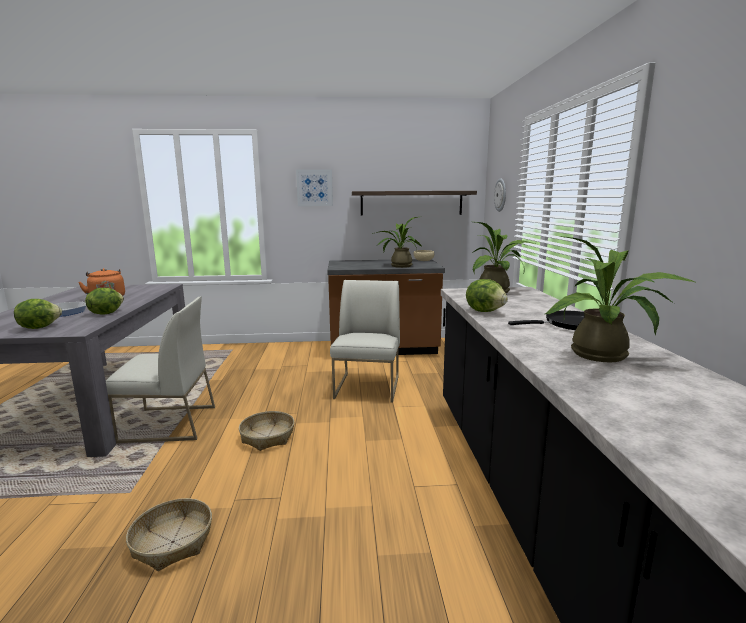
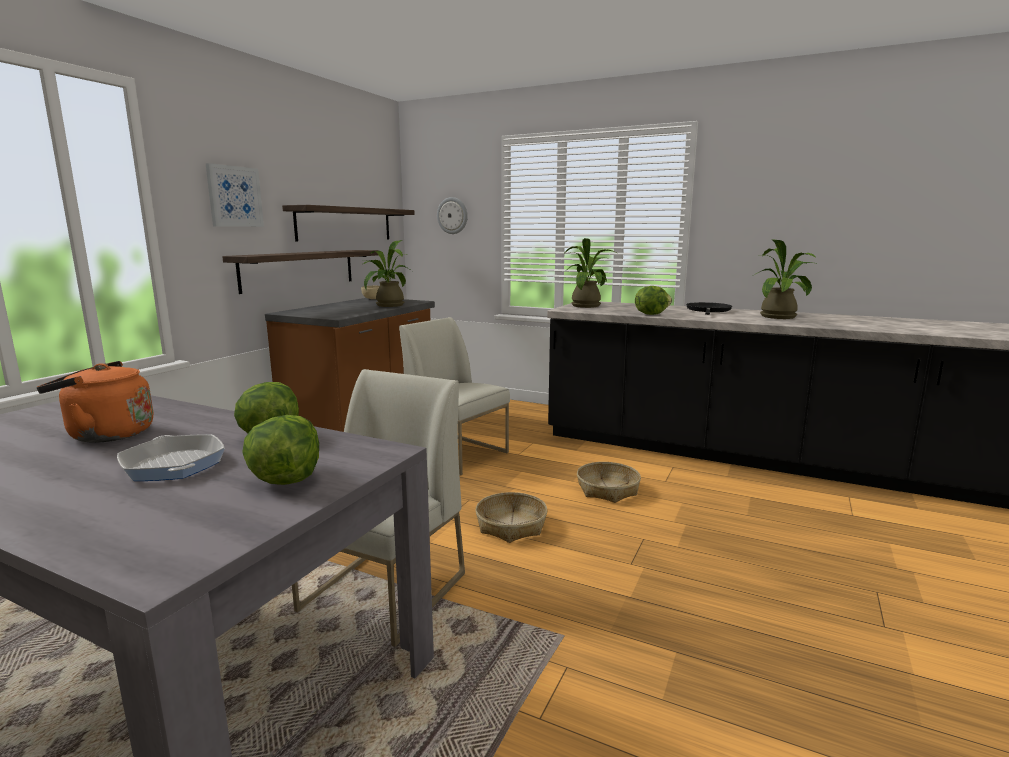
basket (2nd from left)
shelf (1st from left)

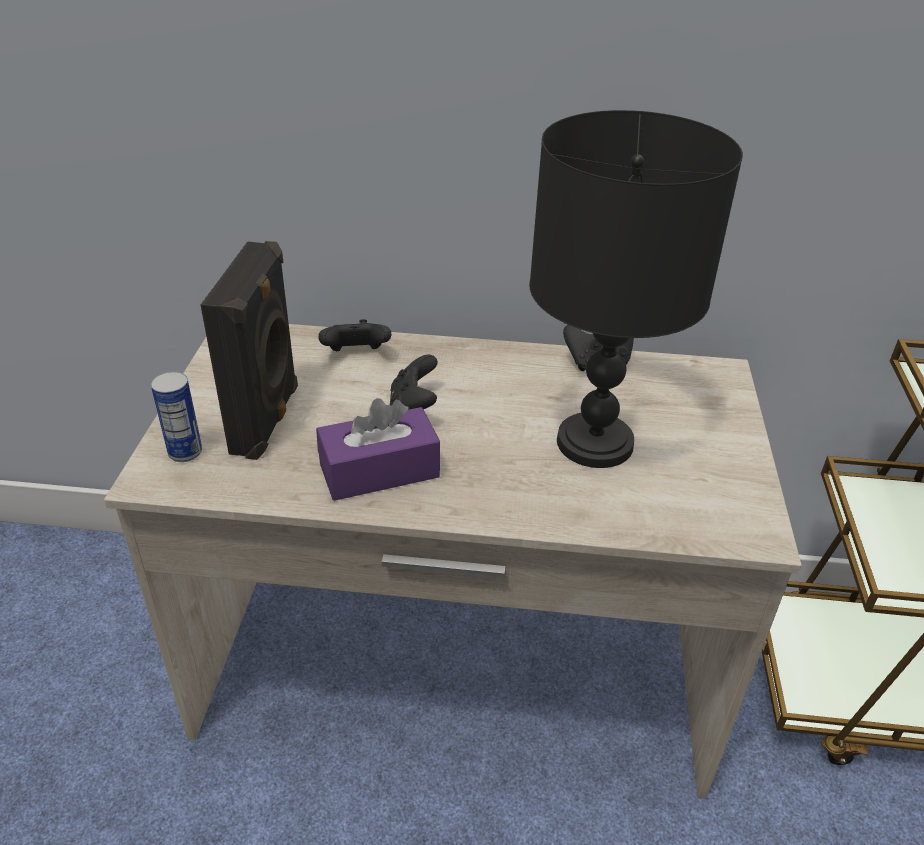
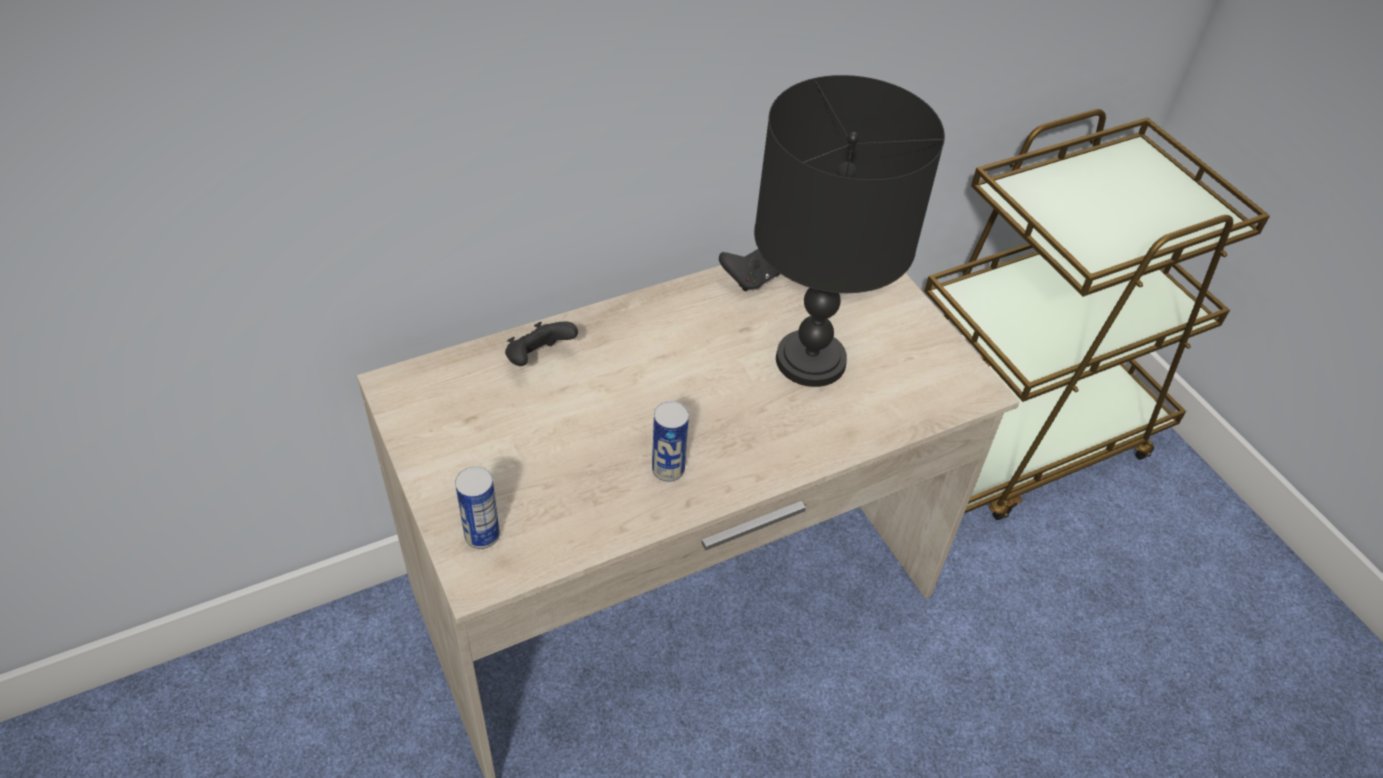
black speaker
can (2nd from left)
black game controller (2nd from left in the first image)

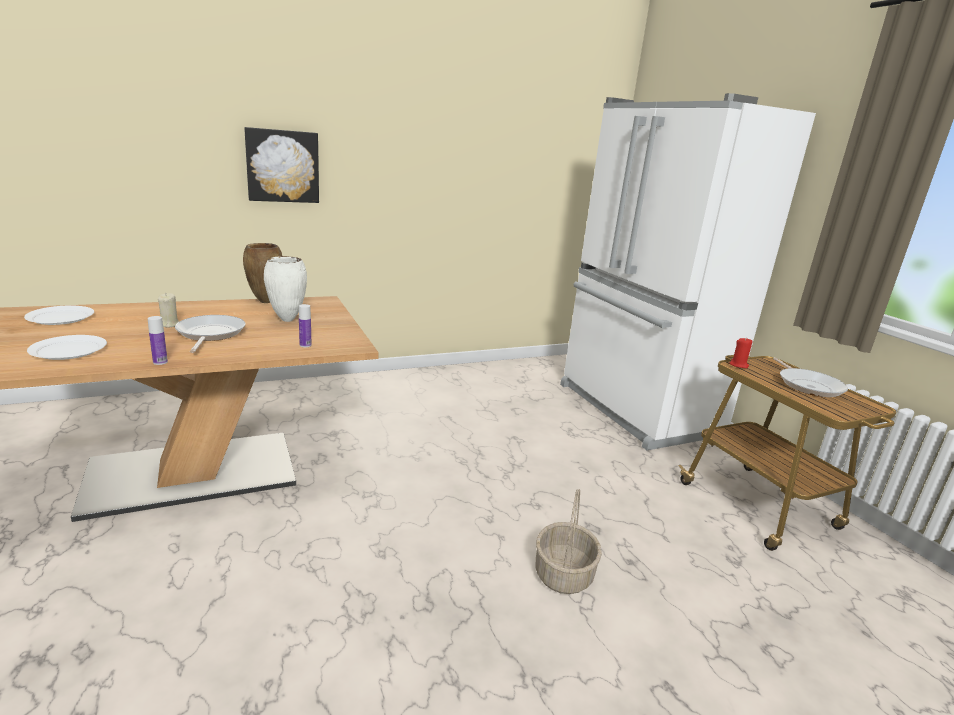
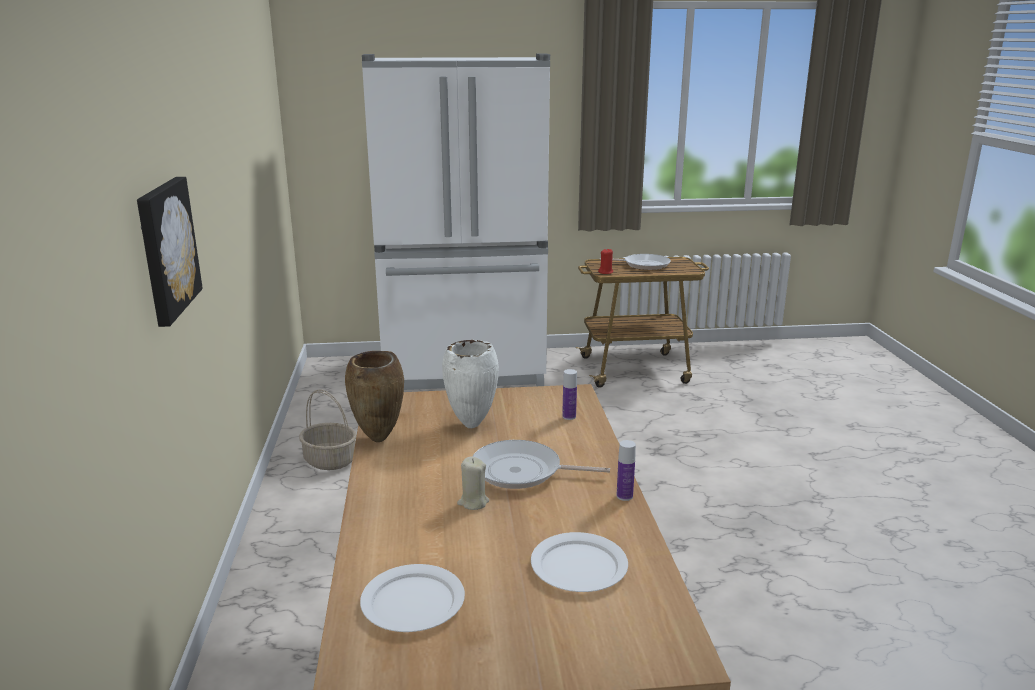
basket

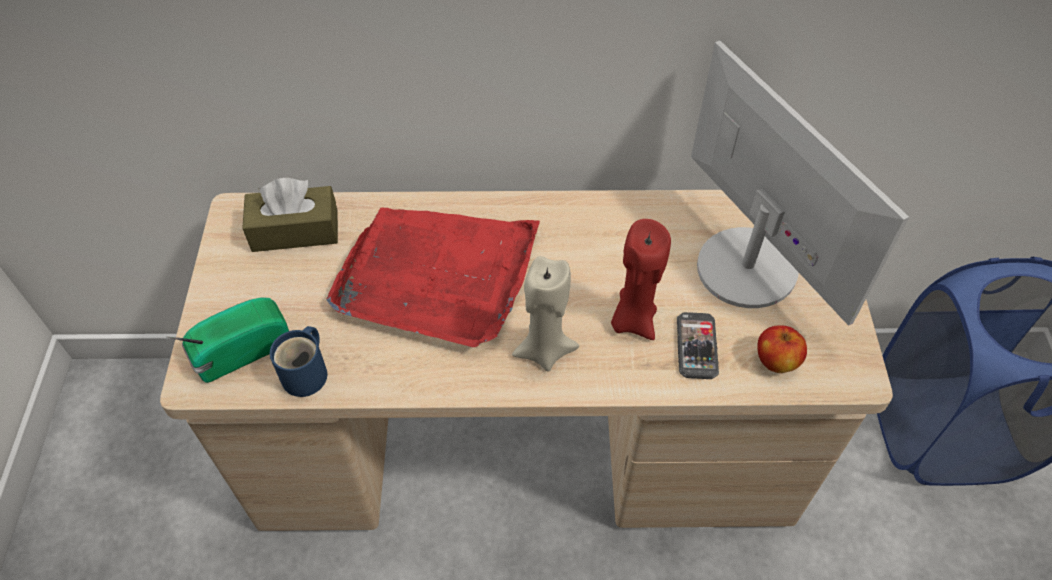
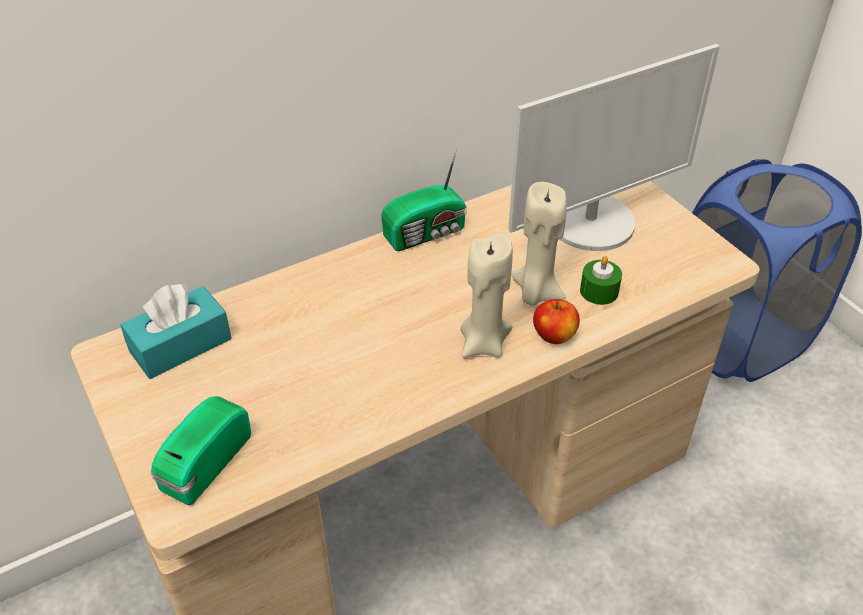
turquoise tissue box
blue mug
red tray
beige candle (2nd from left)
green candle
monitor
apple
radio (2nd from left)

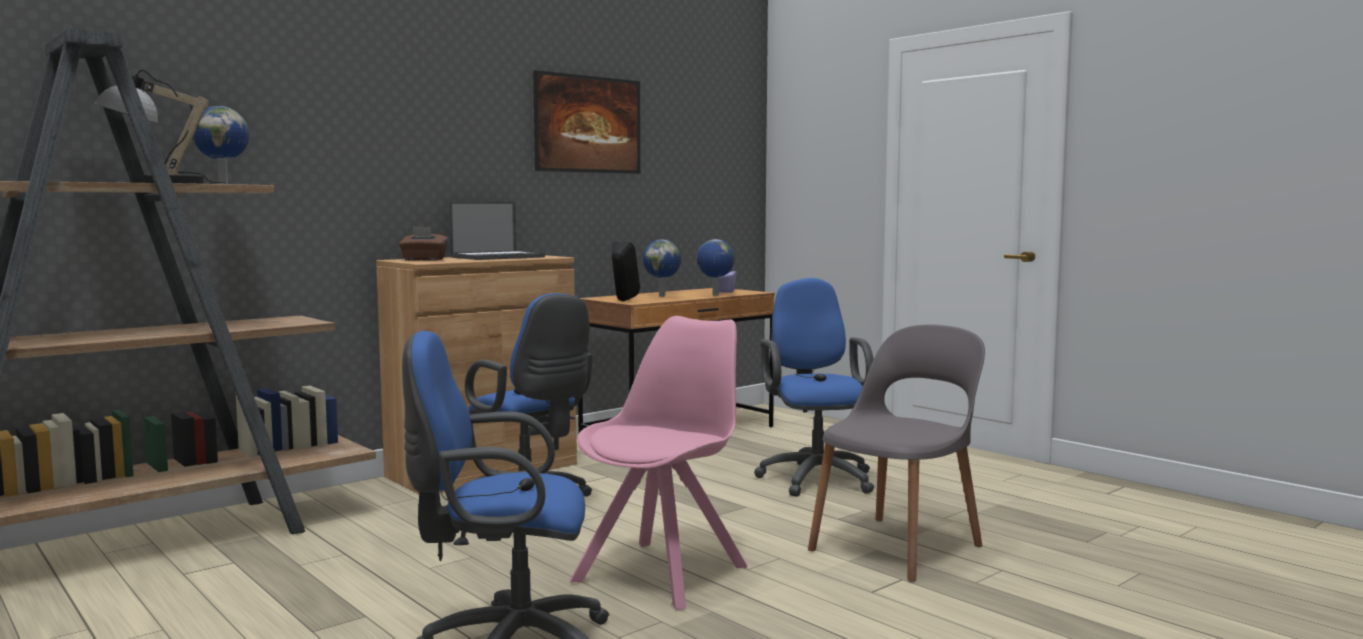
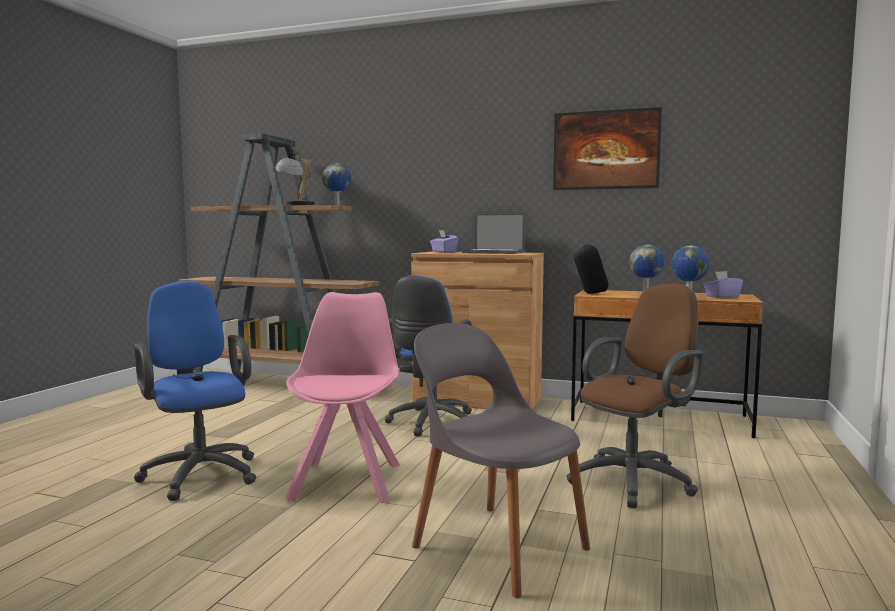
purple tissue box (1st from left)
pink chair
brown office chair
grey chair

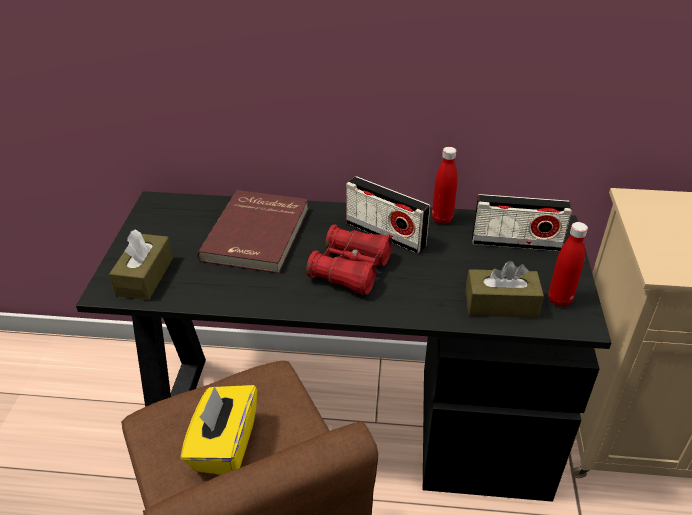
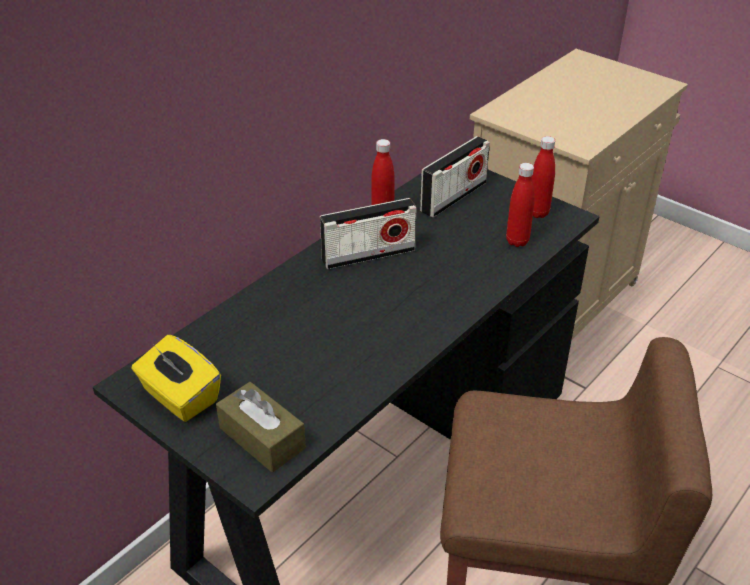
yellow tissue box
red book
red binoculars
red bottle (2nd from left)

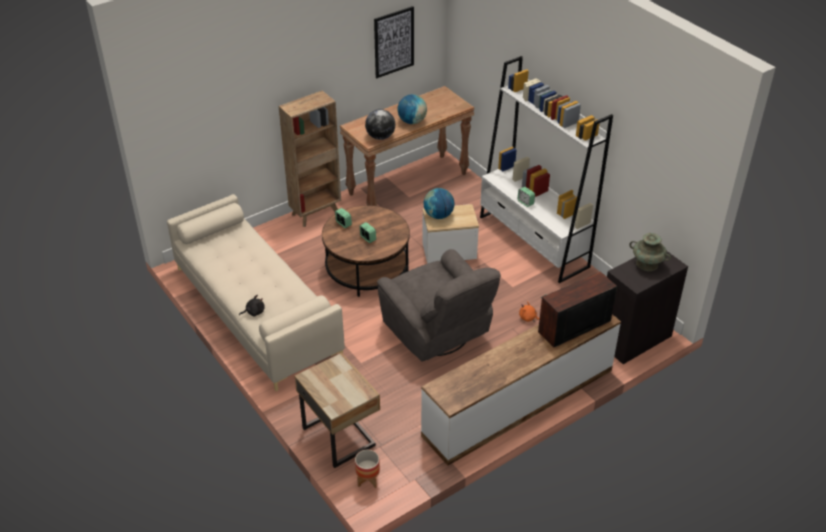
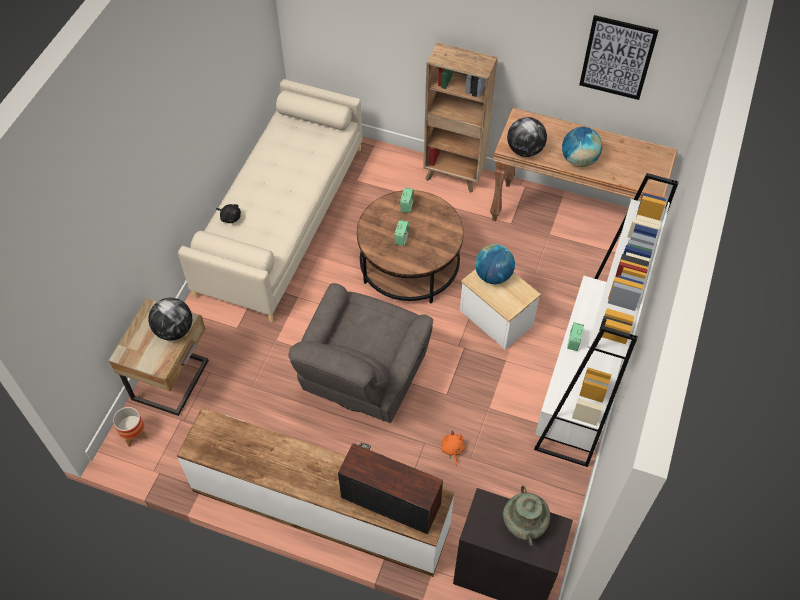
globe (1st from left)

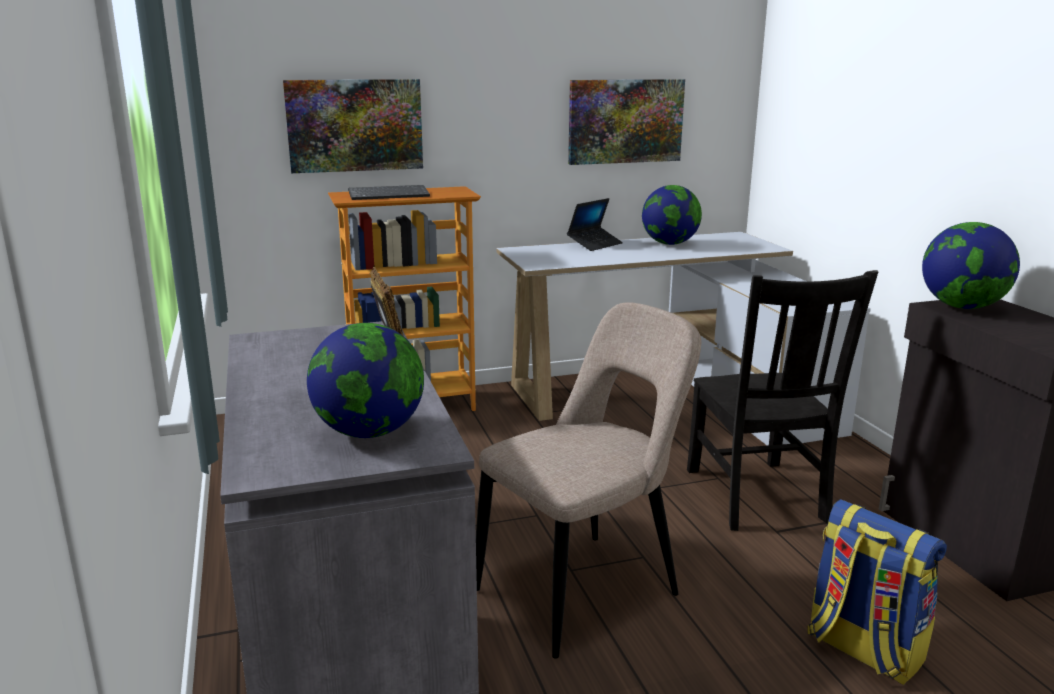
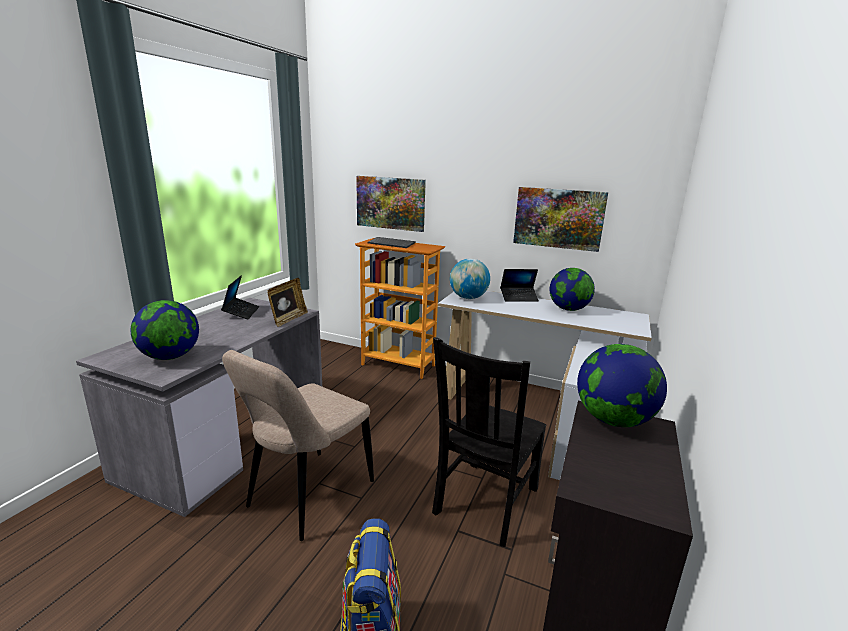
beige chair
laptop (1st from left)
globe (2nd from left)

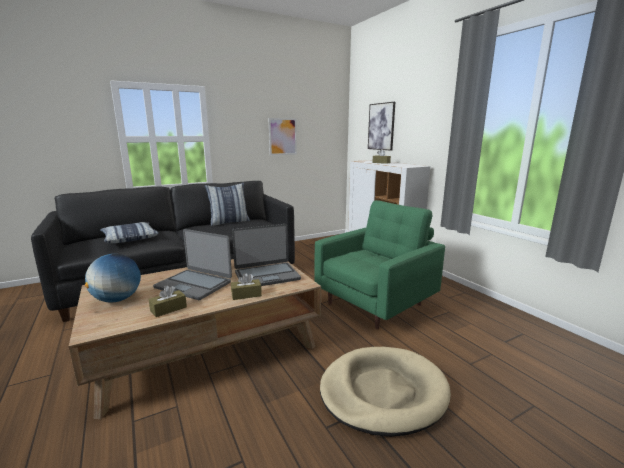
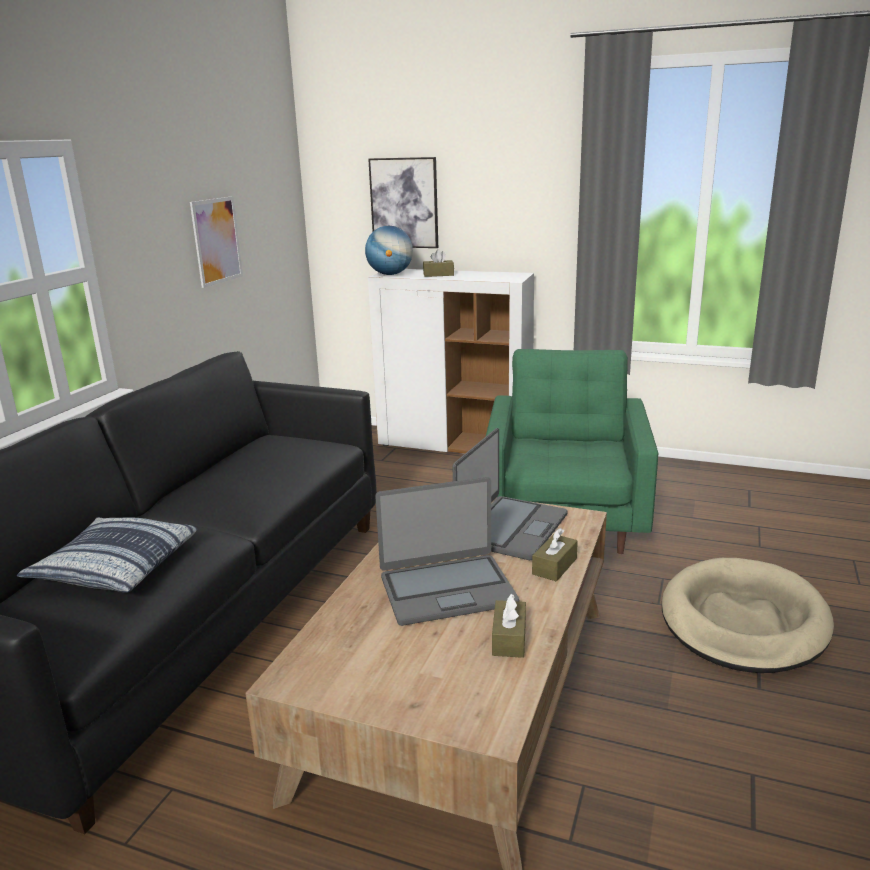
globe
pillow (2nd from left in the first image)

